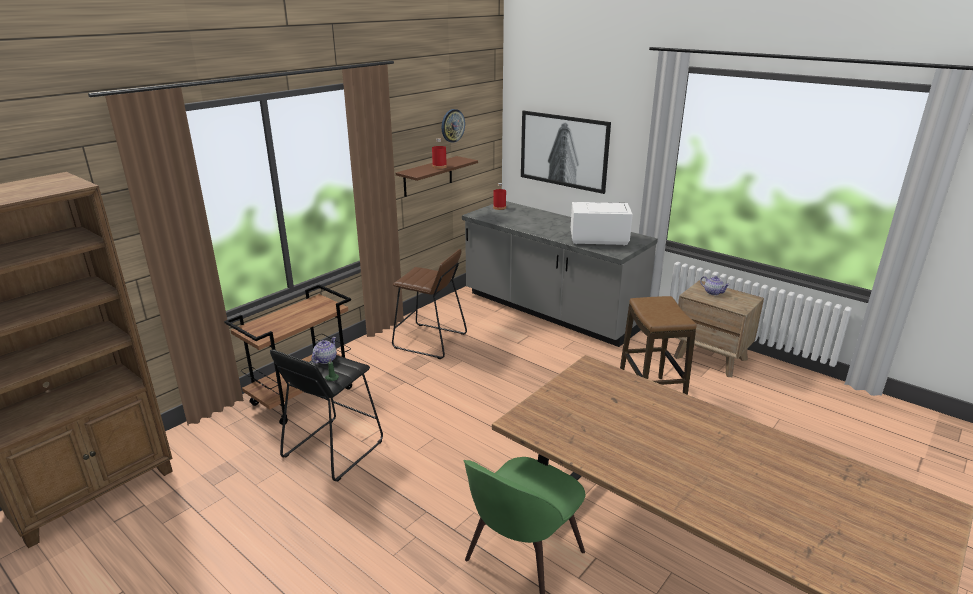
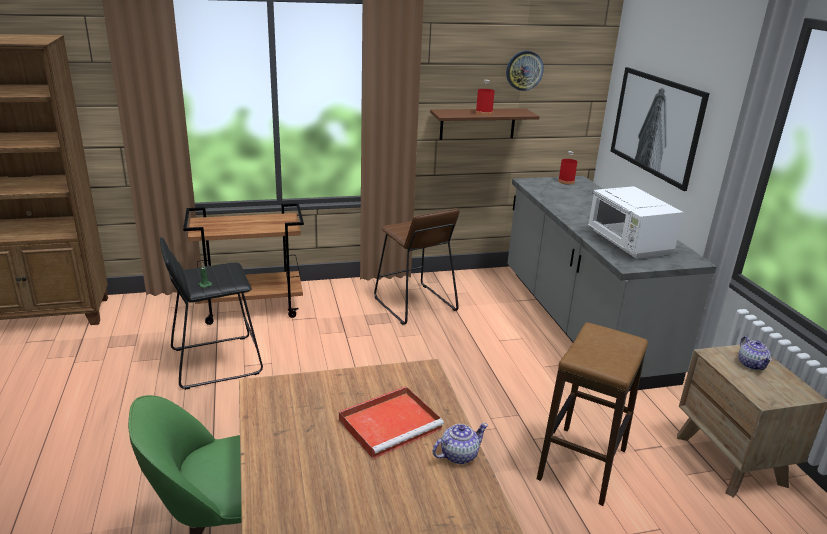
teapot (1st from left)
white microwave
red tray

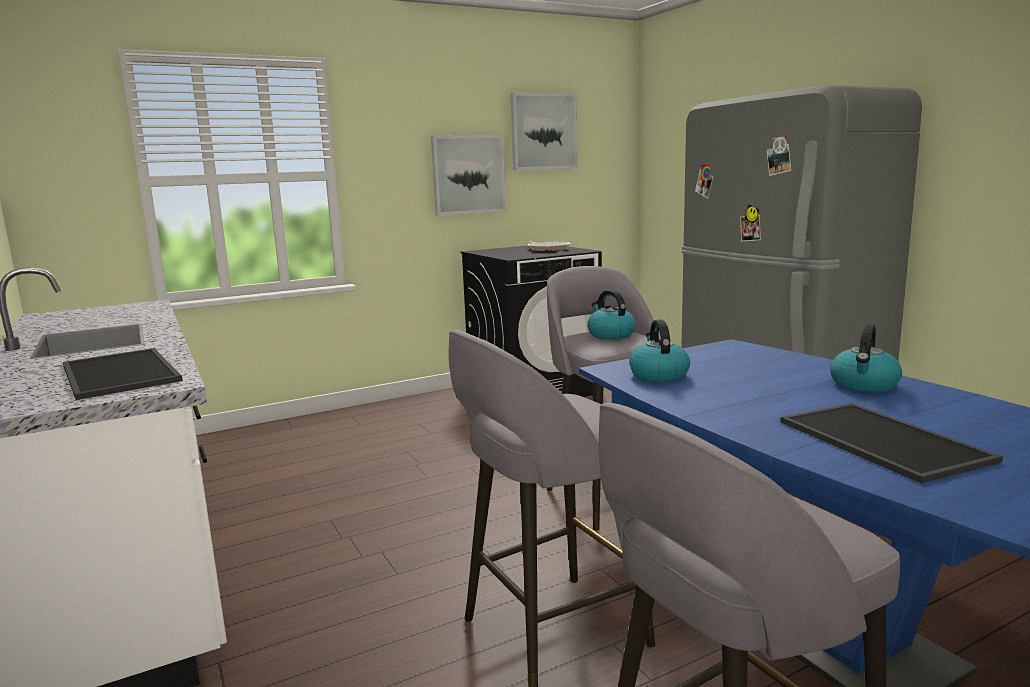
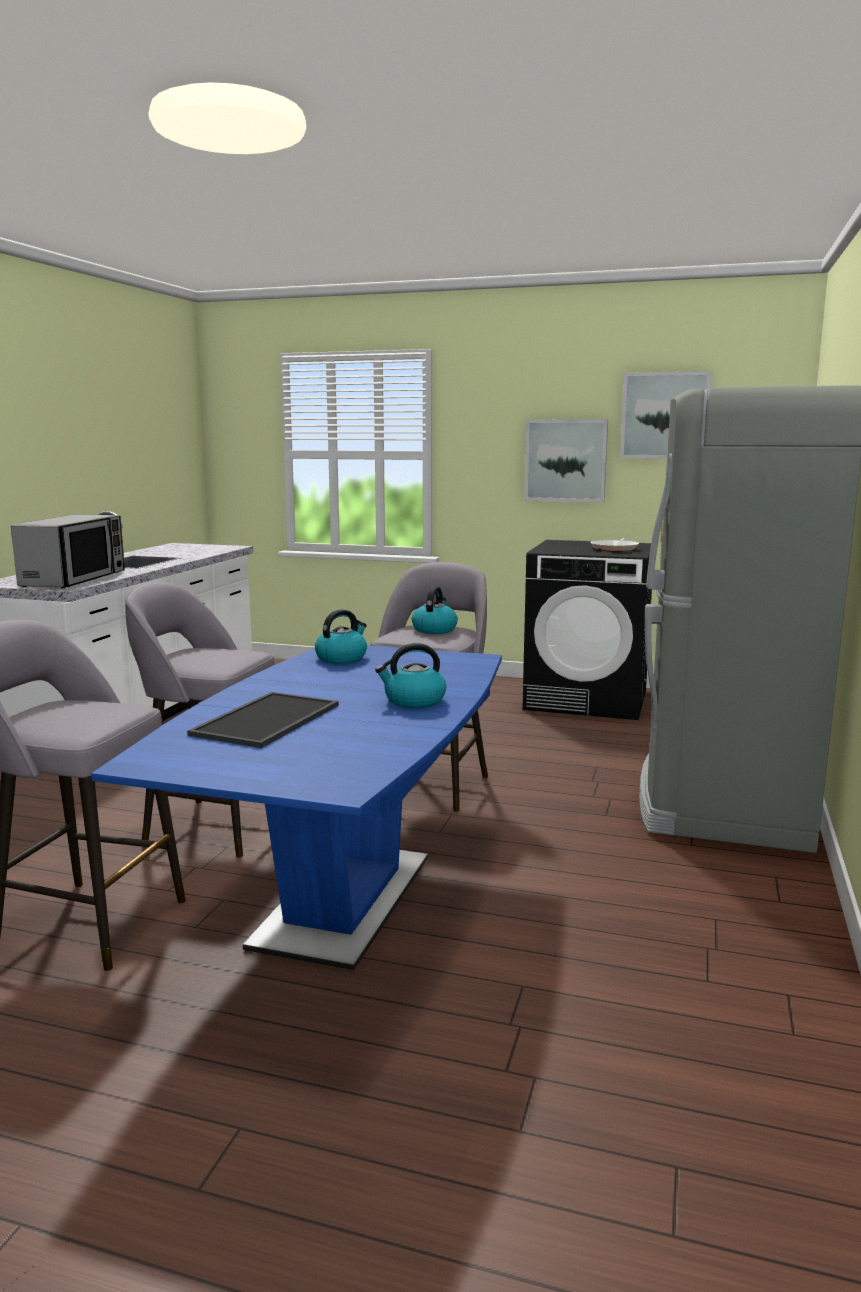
microwave

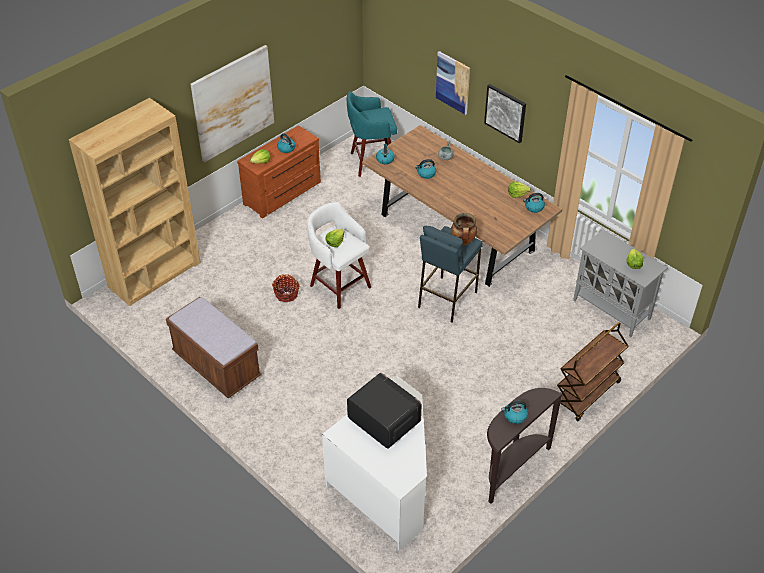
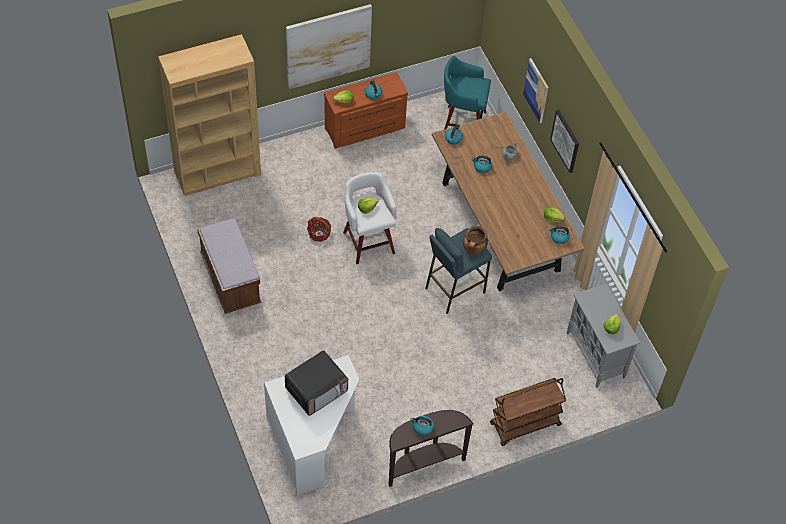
microwave

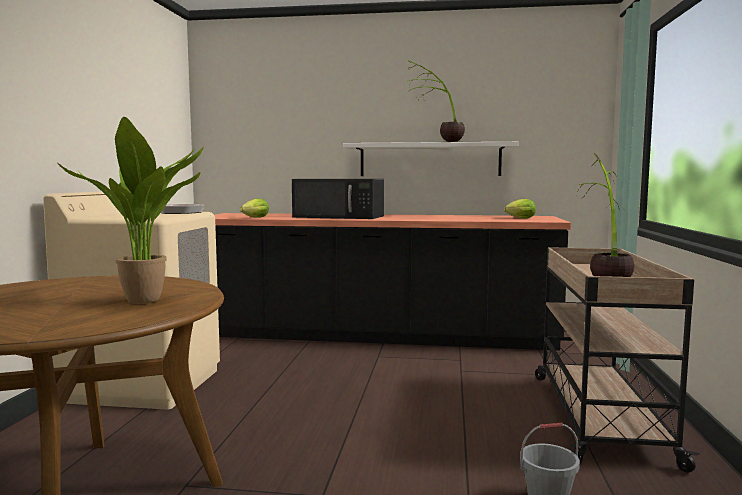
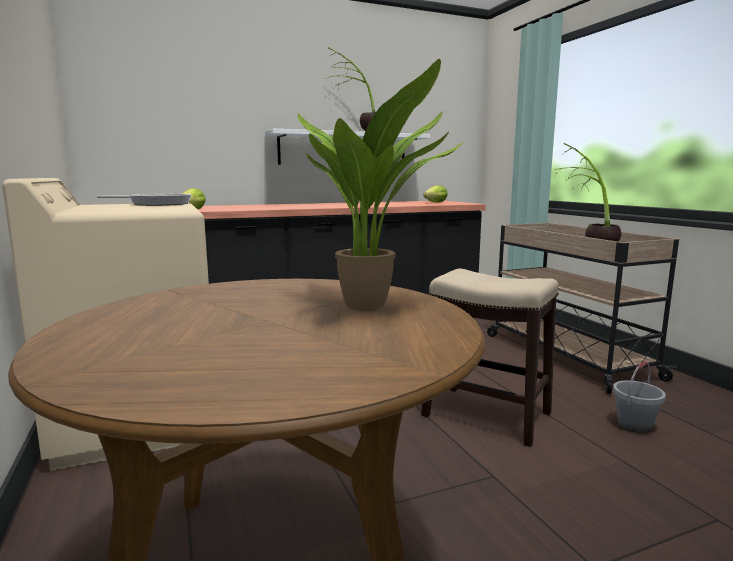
black microwave
stool

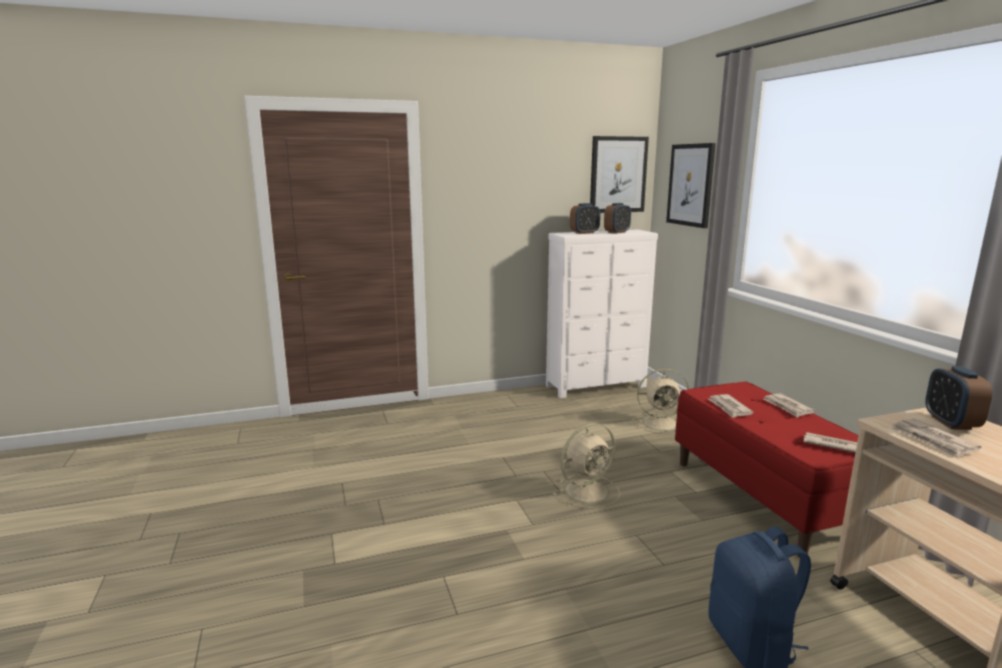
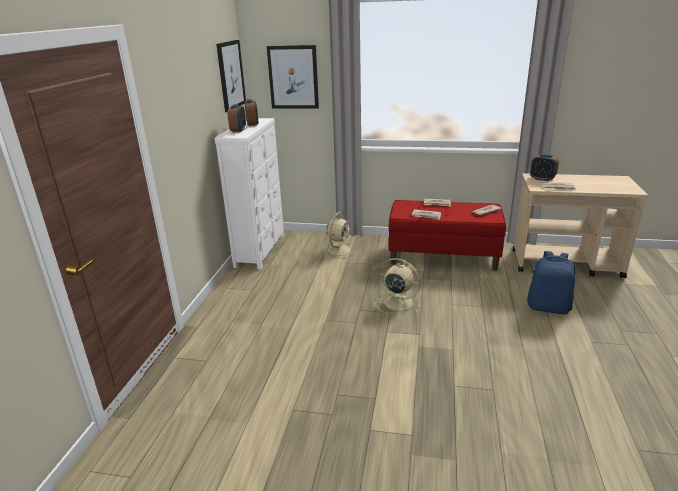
beige fan (2nd from left)

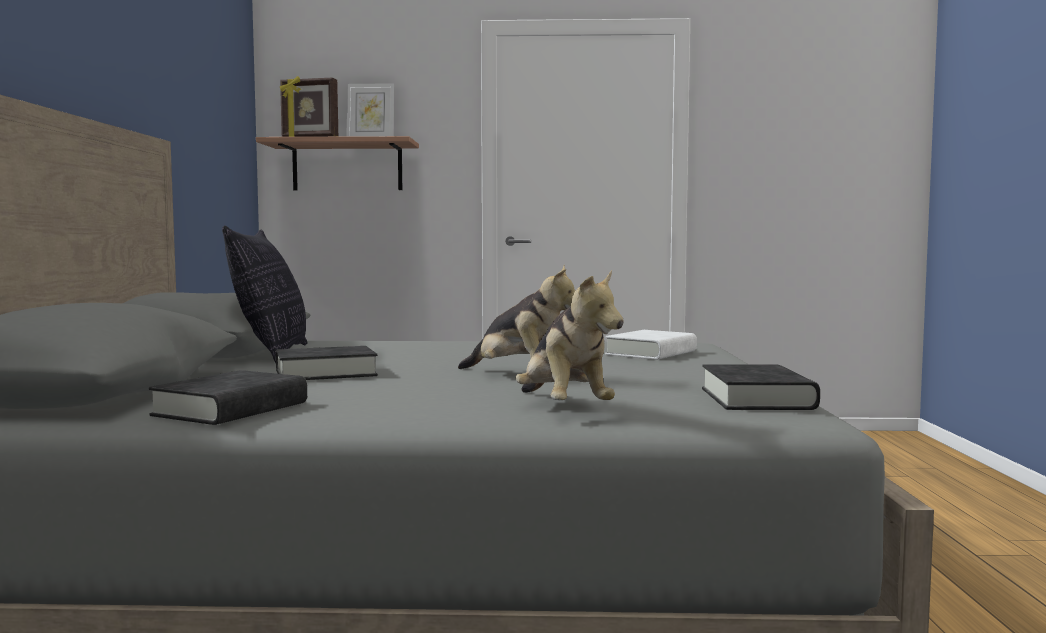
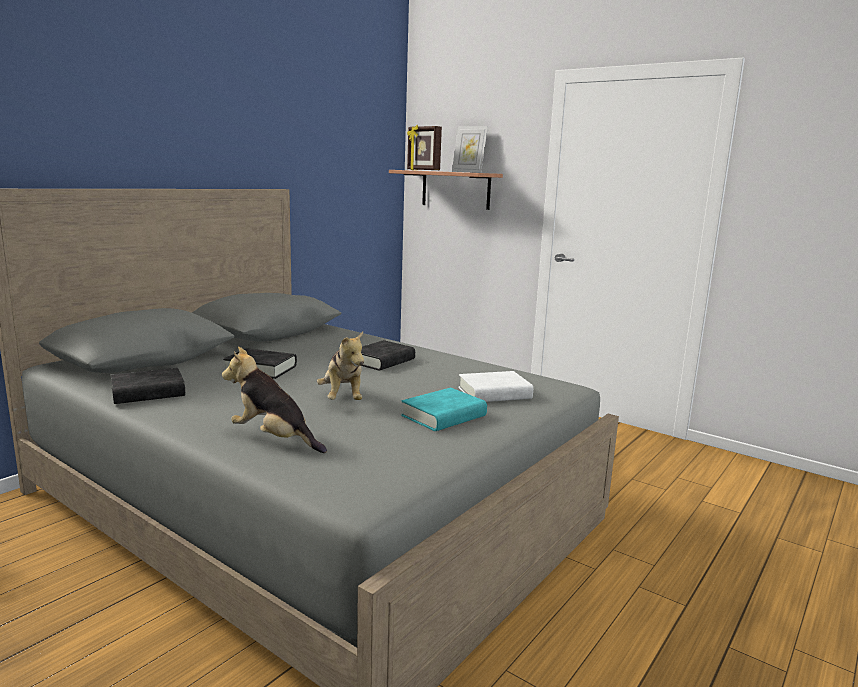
pillow
plush toy (1st from left)
black book (3rd from left)
turquoise book

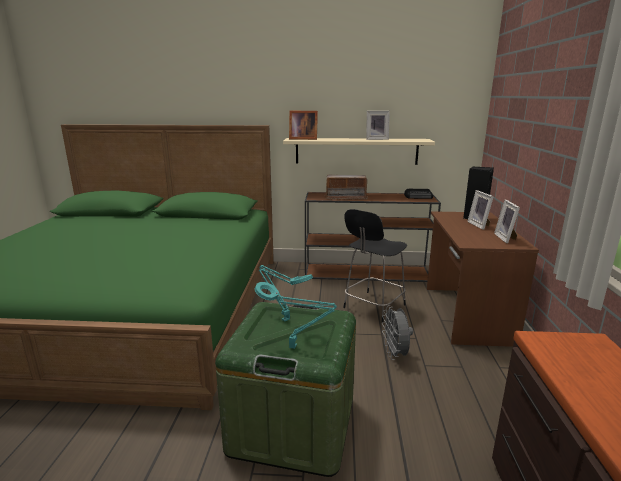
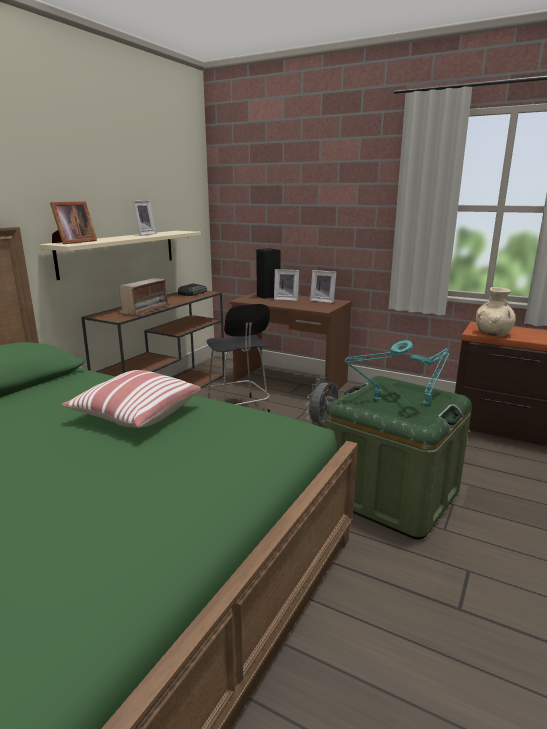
grey fan
pillow
beige vase

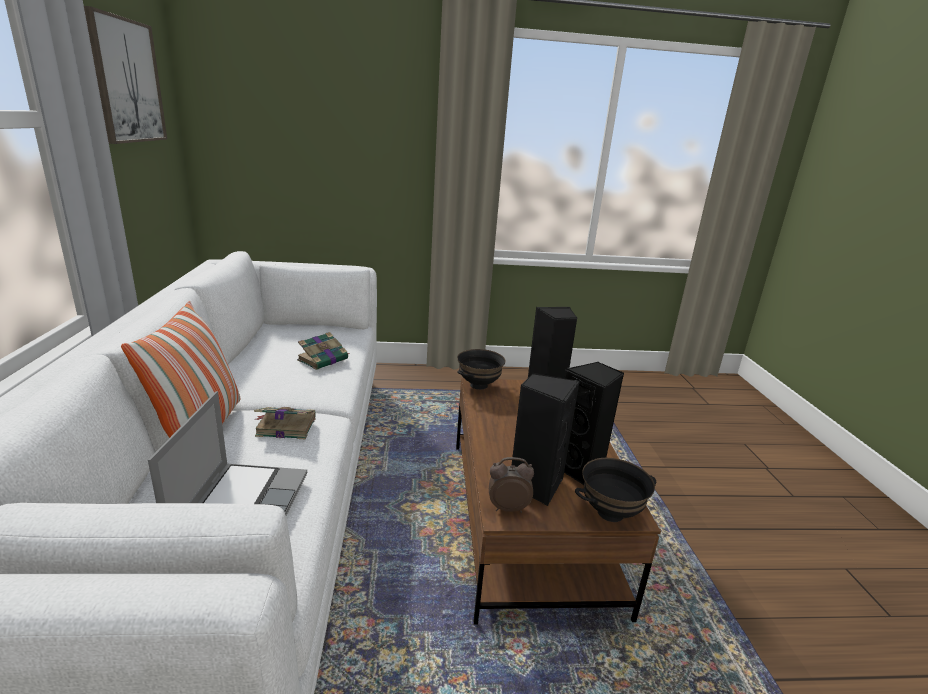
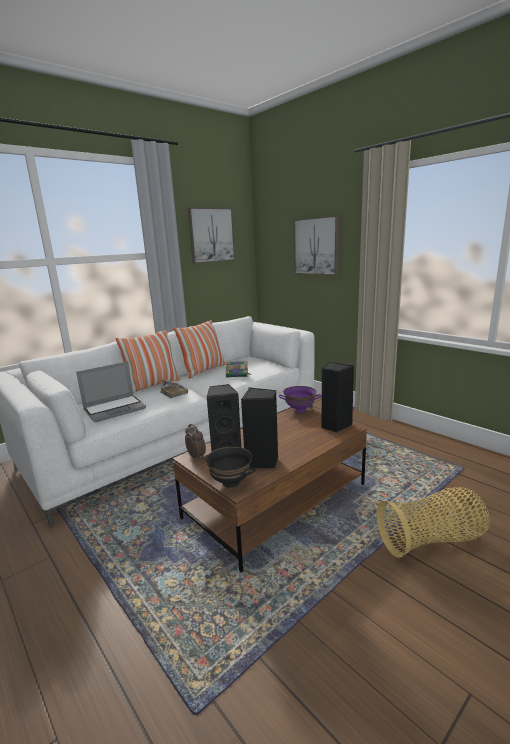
purple bowl
pillow (2nd from left)
picture (2nd from left)
basket

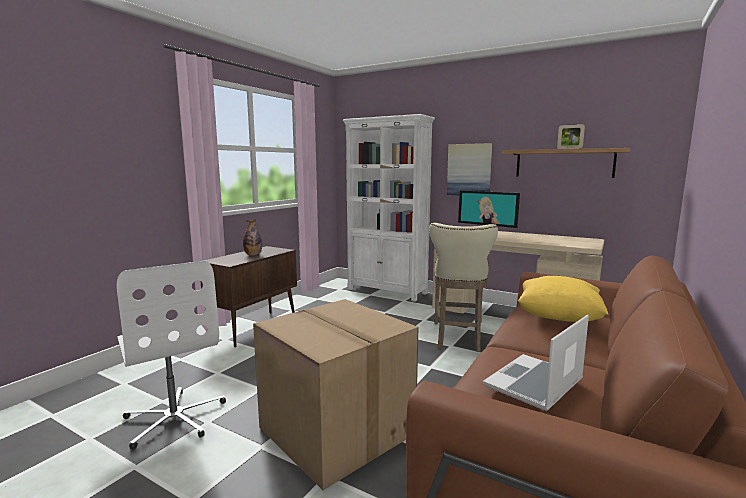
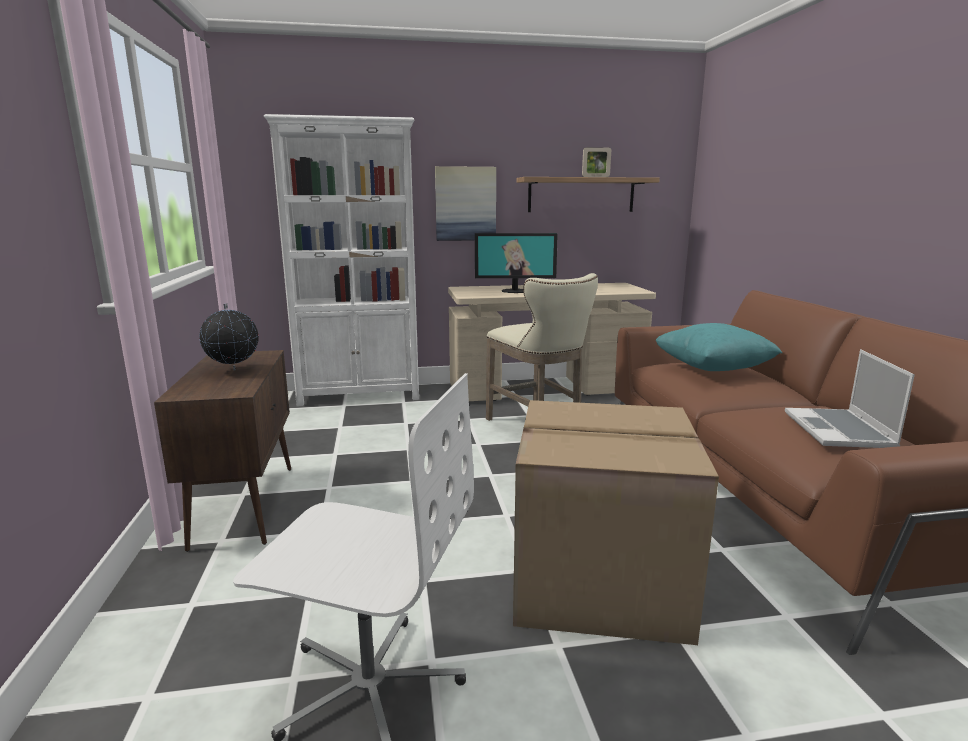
globe
turquoise pillow

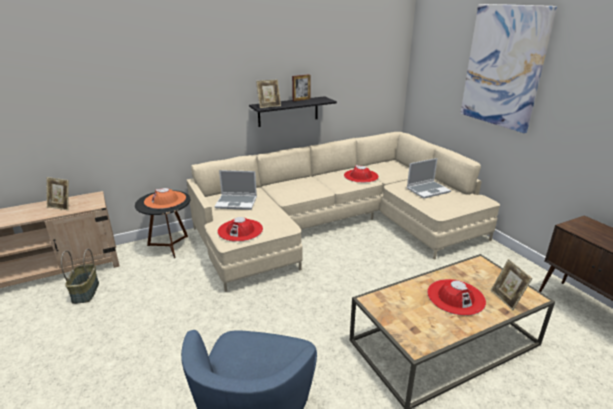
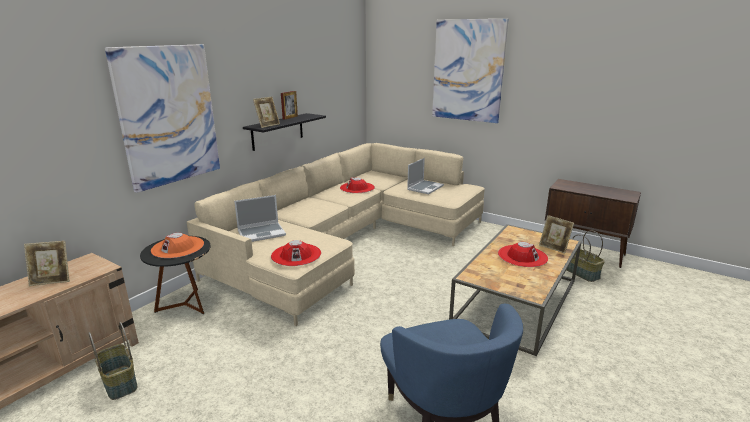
picture (1st from left)
basket (2nd from left)

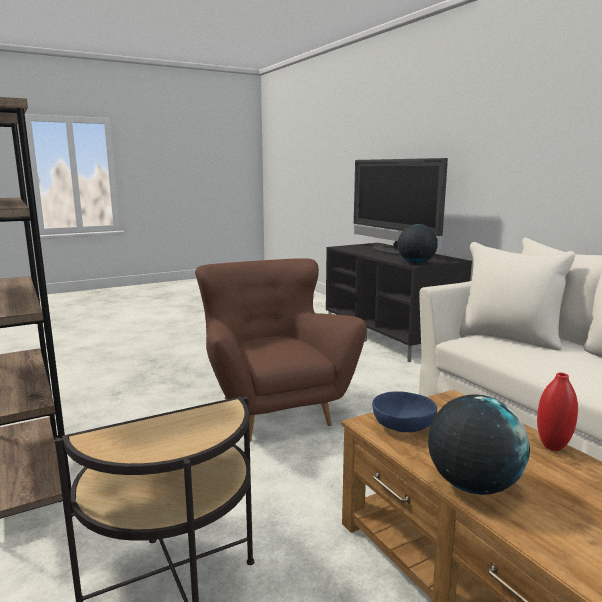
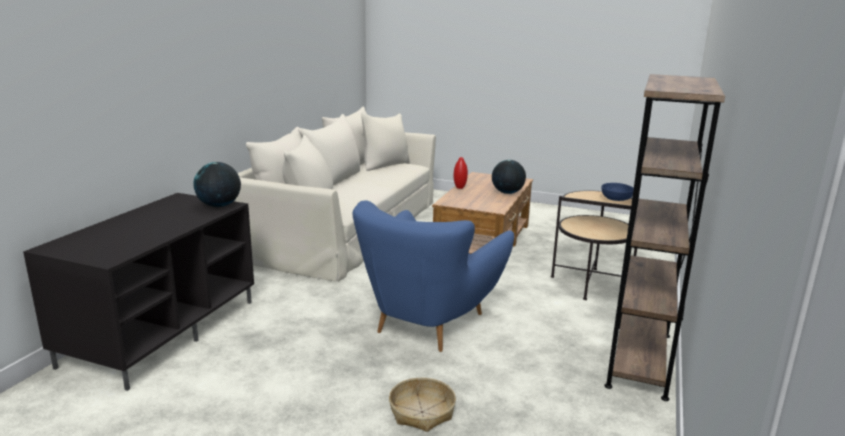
blue armchair
television
blue bowl
basket

